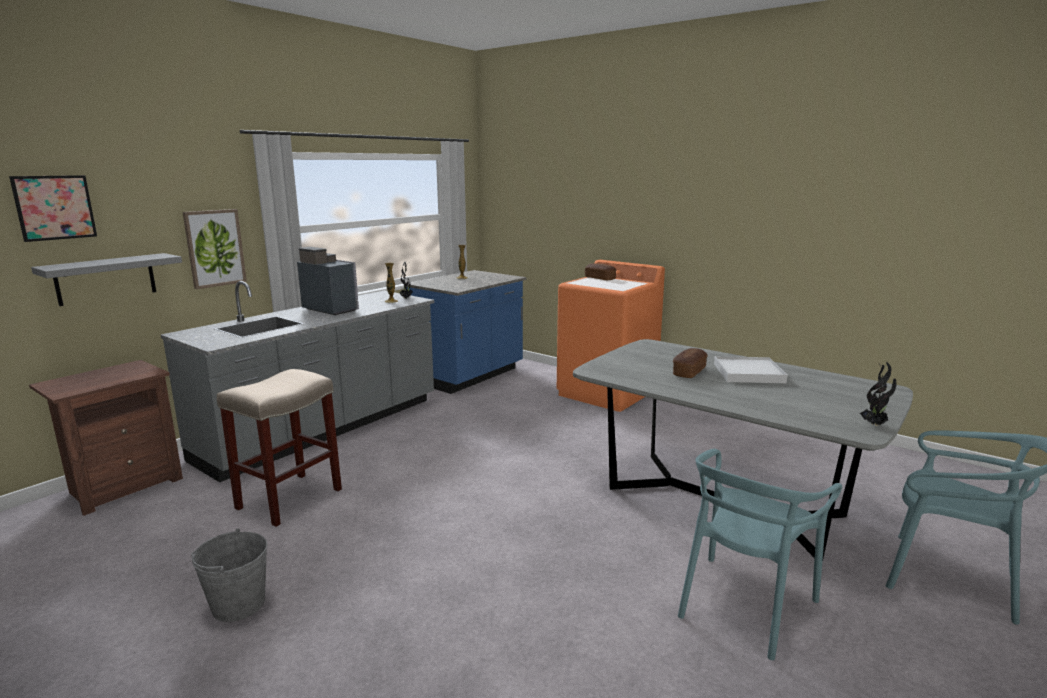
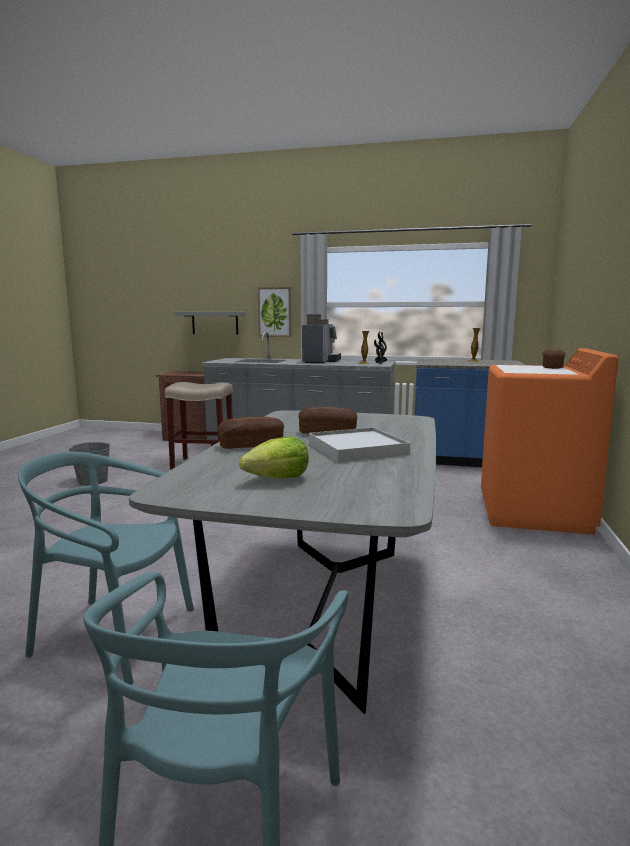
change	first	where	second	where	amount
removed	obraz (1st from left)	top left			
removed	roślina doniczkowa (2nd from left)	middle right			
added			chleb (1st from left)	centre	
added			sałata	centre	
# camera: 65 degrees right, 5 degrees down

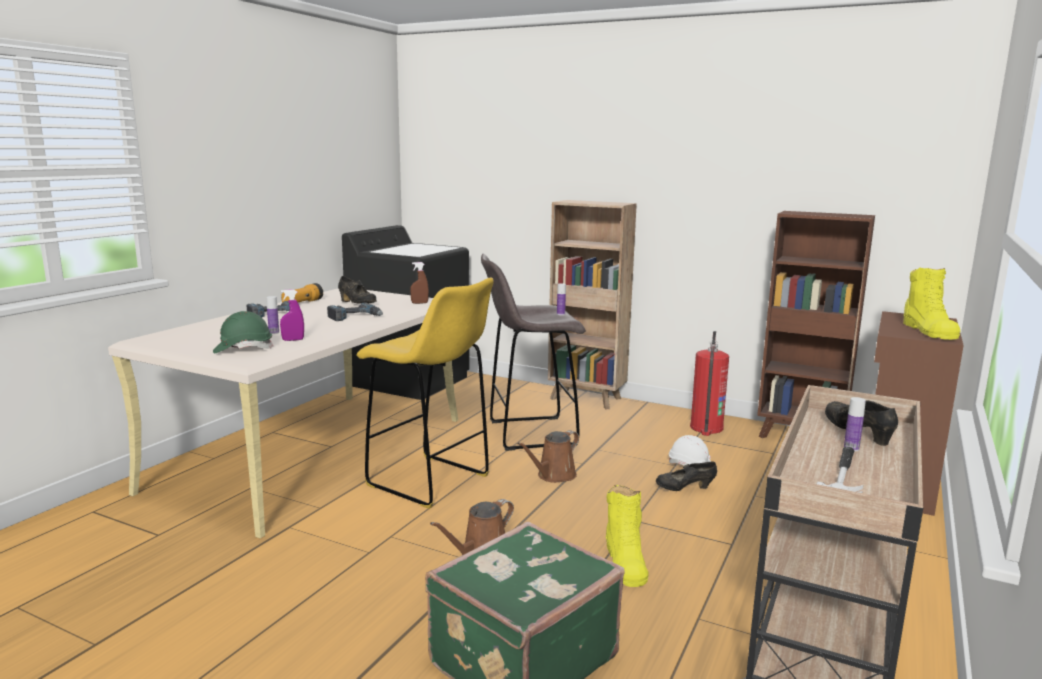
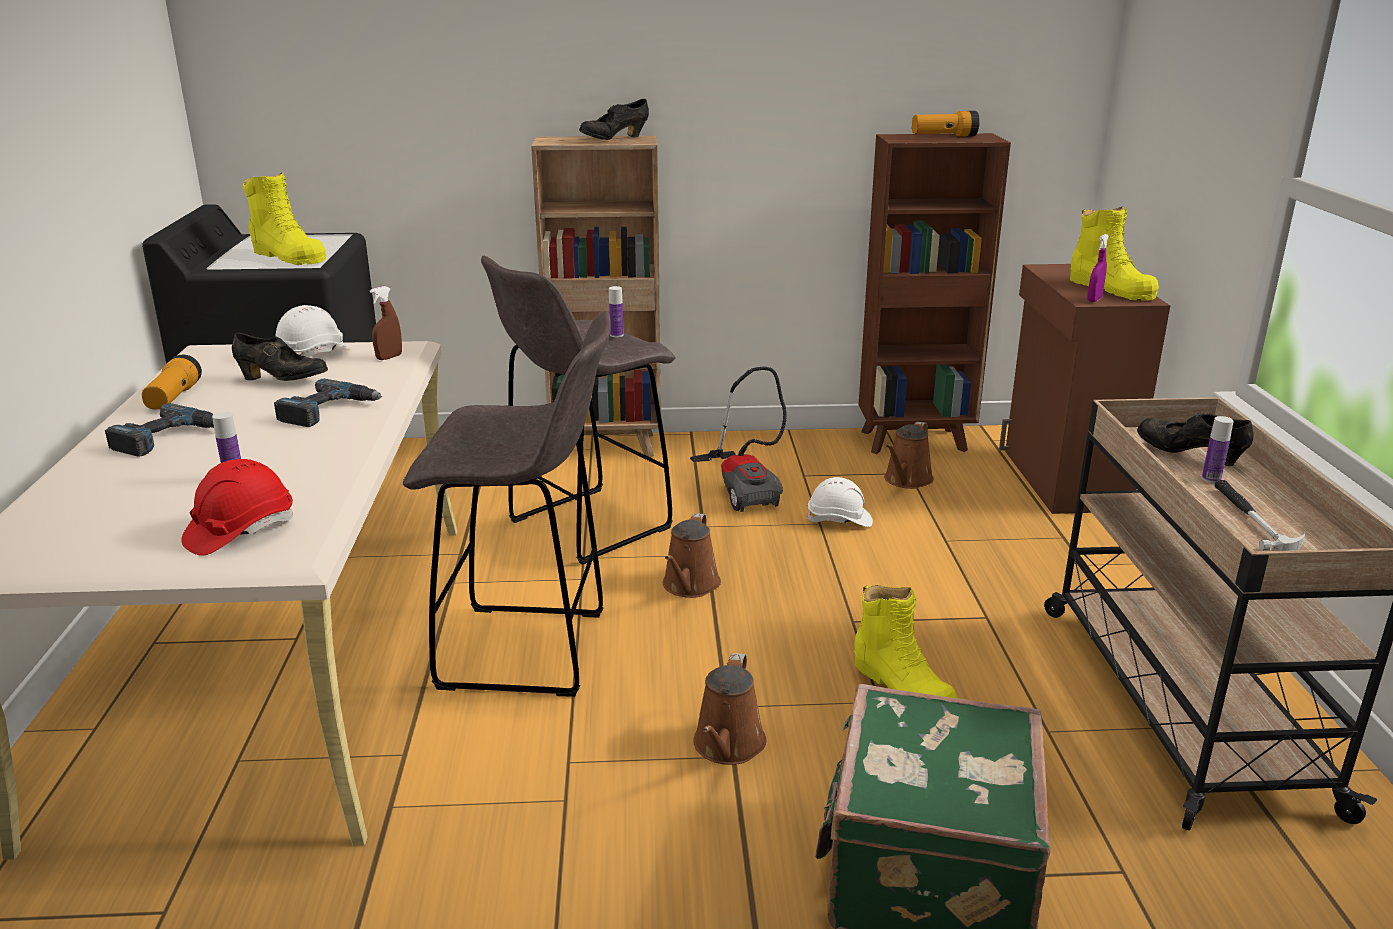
change	first	where	second	where	amount
removed	gaśnica	middle right			
added			but z cholewką/żółty (1st from left)	top left	
added			kask/biały (1st from left)	middle left	
added			odkurzacz	centre	
added			konewka/brązowy (3rd from left)	centre	
added			latarka (2nd from left)	top right	
moved	spryskiwacz/fioletowy	middle left		top right	
moved	but/czarny (2nd from left)	bottom centre		top centre	
recoloured	kask/zielony	middle left	kask/czerwony	middle left	
recoloured	stołek/żółty	centre	stołek/szary (1st from left)	centre	
# camera: 30 degrees left, 10 degrees up

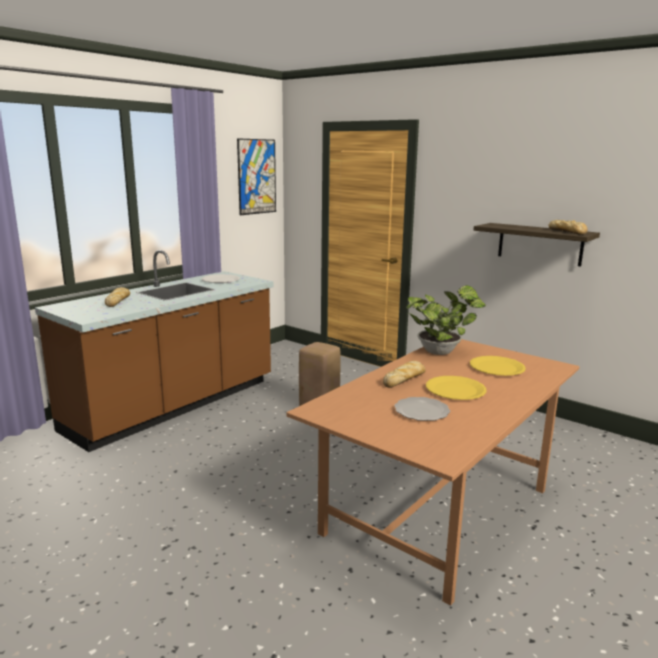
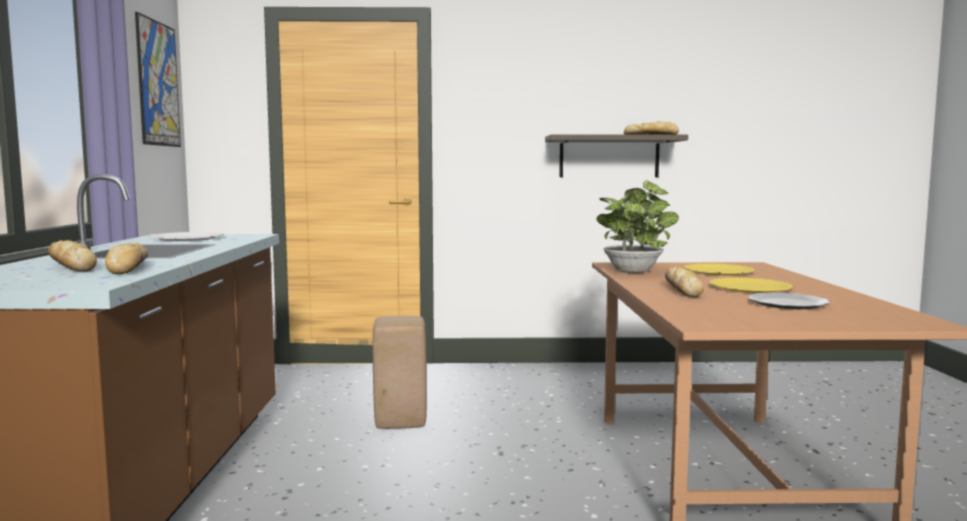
change	first	where	second	where	amount
added			chleb (2nd from left)	middle left	
# camera: 40 degrees left, 10 degrees down

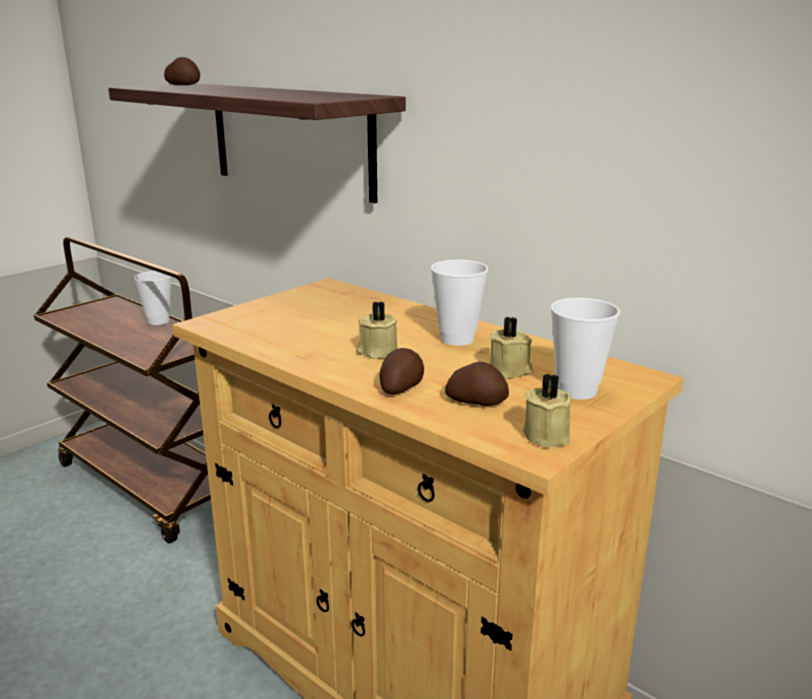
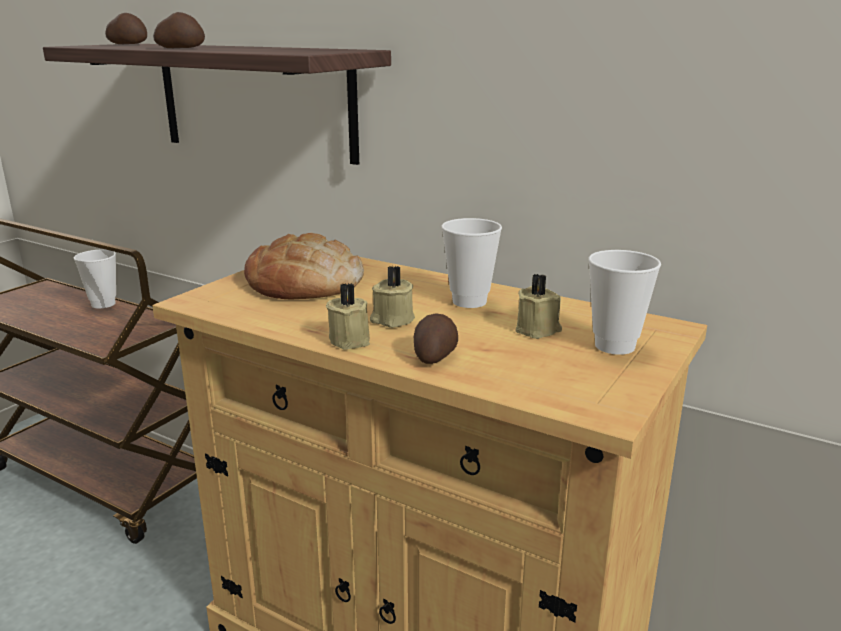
change	first	where	second	where	amount
added			chleb	centre	
moved	ziemniak (3rd from left in the first image)	centre	ziemniak (2nd from left)	top left	
moved	świeca/beżowy (3rd from left in the first image)	middle right	świeca/beżowy (1st from left)	centre	
# camera: 10 degrees left, 0 degrees up

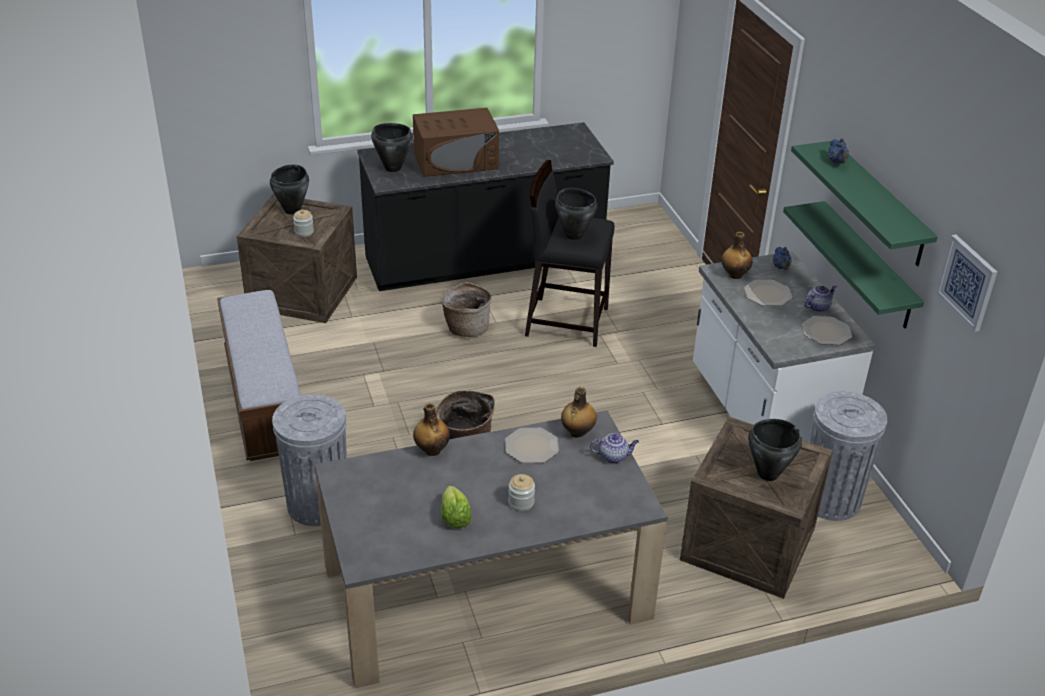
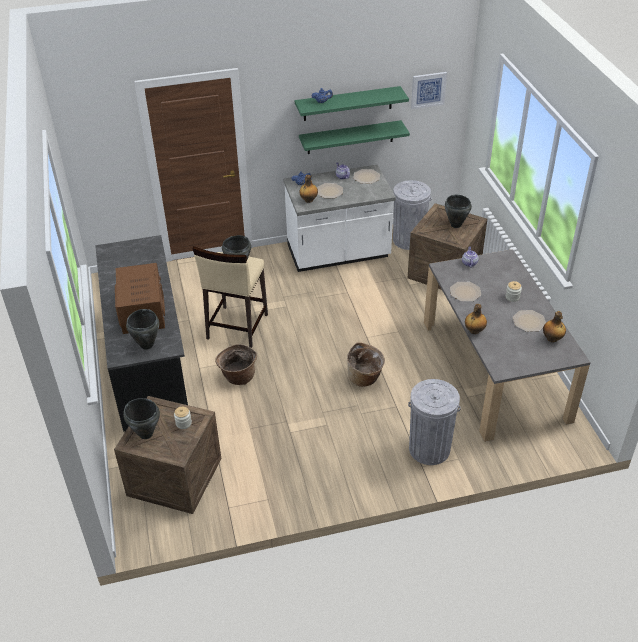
change	first	where	second	where	amount
removed	ławka	middle left			
moved	butelka (2nd from left in the first image)	centre	butelka (3rd from left)	middle right	
replaced	sałata	bottom centre	talerz (4th from left)	middle right	
recoloured	stołek/czarny	centre	stołek/beżowy	centre	
# camera: 85 degrees left, 5 degrees up

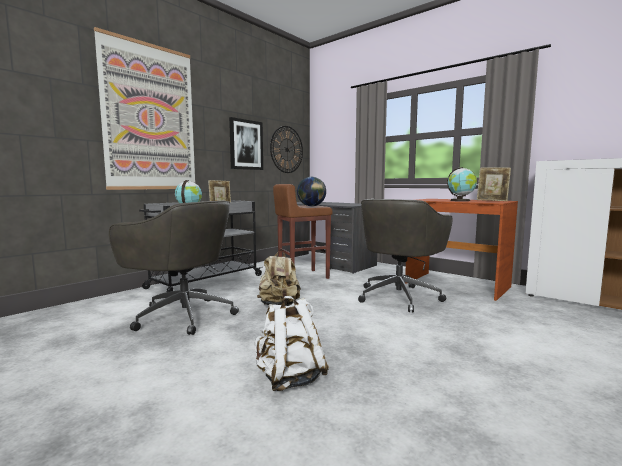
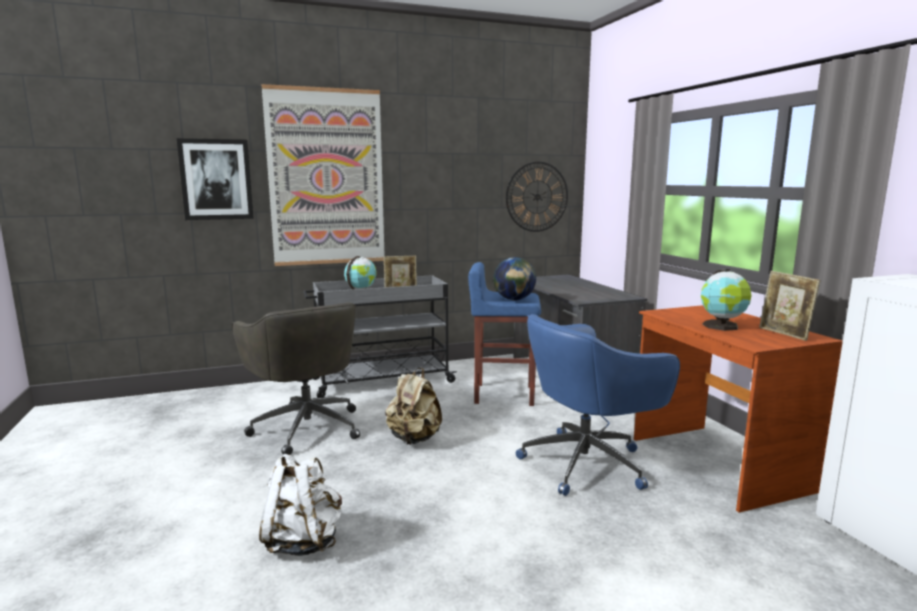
change	first	where	second	where	amount
moved	obraz (2nd from left in the first image)	top centre	obraz (1st from left)	top left	
recoloured	stołek/brązowy	centre	stołek/niebieski	centre	
recoloured	krzesło biurowe/szary (2nd from left)	centre	krzesło biurowe/niebieski	centre	
# camera: 30 degrees right, 5 degrees up

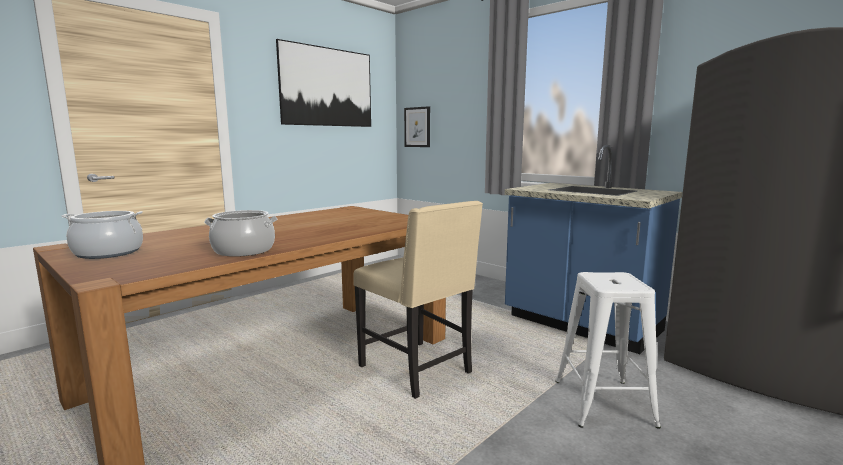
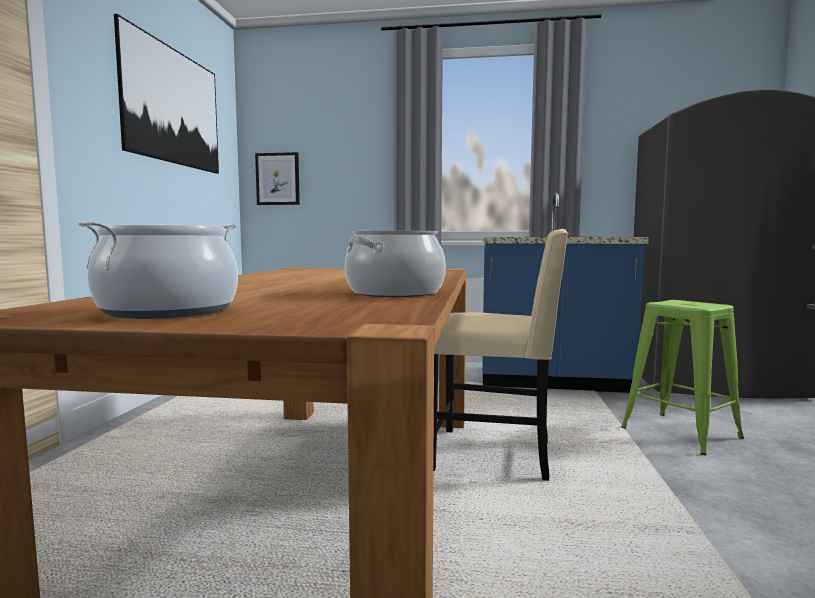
change	first	where	second	where	amount
recoloured	stołek/biały	bottom right	stołek/zielony	middle right	
# camera: 35 degrees left, 5 degrees down

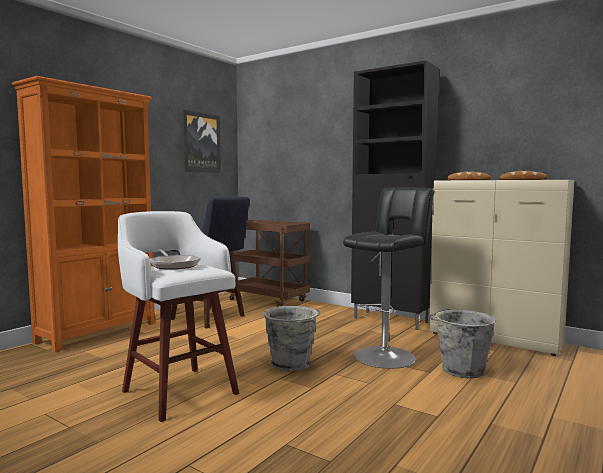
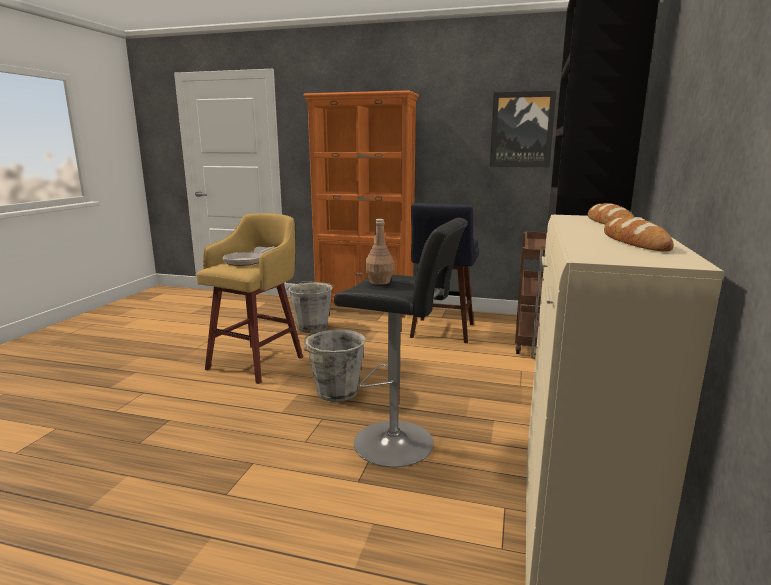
change	first	where	second	where	amount
added			butelka/brązowy	centre	
moved	wiadro/szary (2nd from left in the first image)	bottom right	wiadro/szary (1st from left)	centre	
recoloured	stołek/biały	bottom left	stołek/żółty	middle left	
# camera: 70 degrees right, 10 degrees up

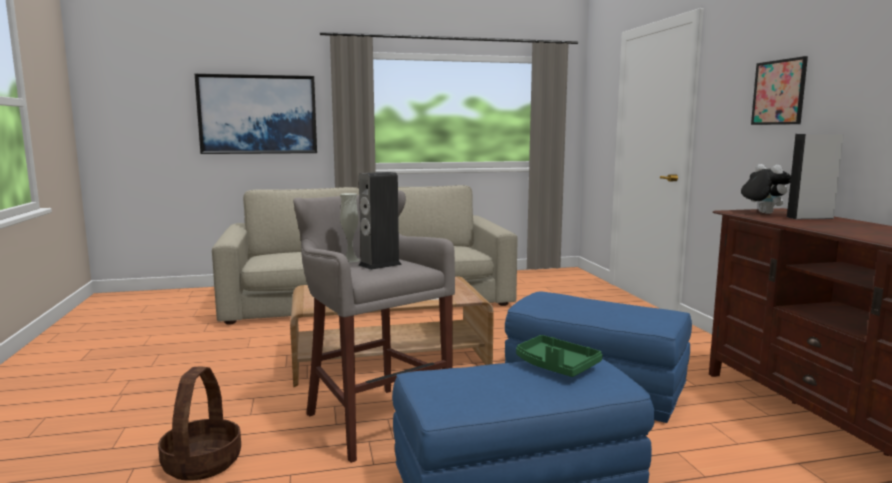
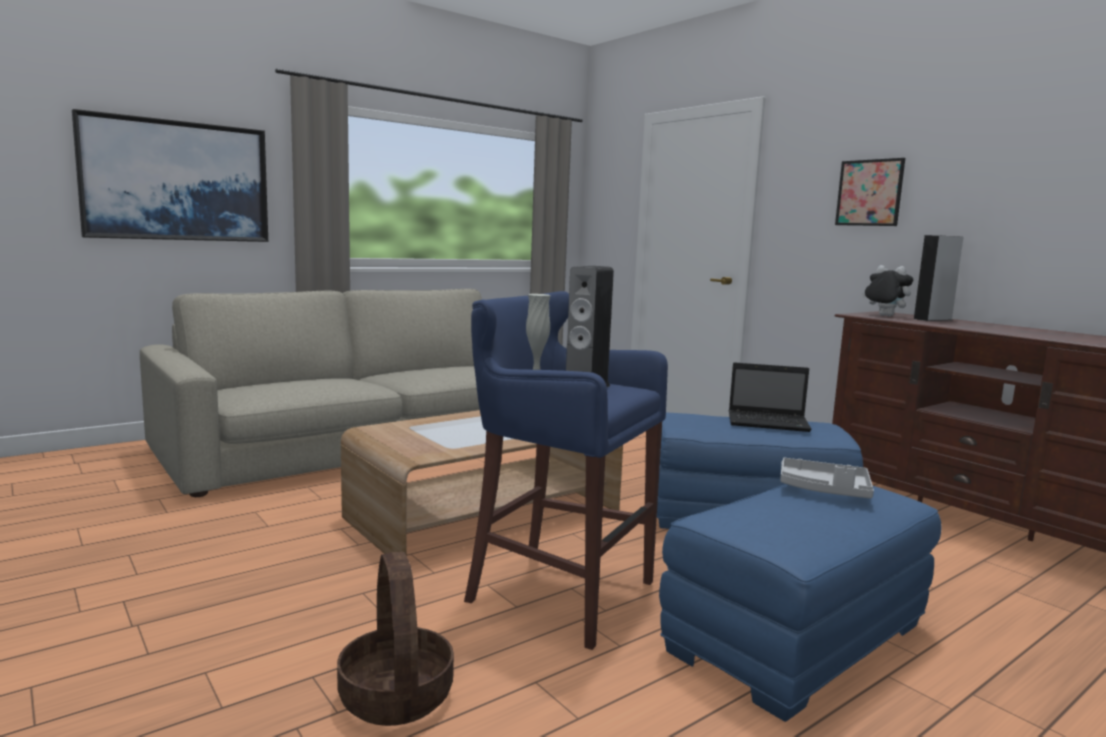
change	first	where	second	where	amount
added			laptop	middle right	
recoloured	stołek/szary	bottom centre	stołek/niebieski	centre	
recoloured	taca/zielony	bottom centre	taca/szary	middle right	
# camera: 25 degrees left, 0 degrees up

